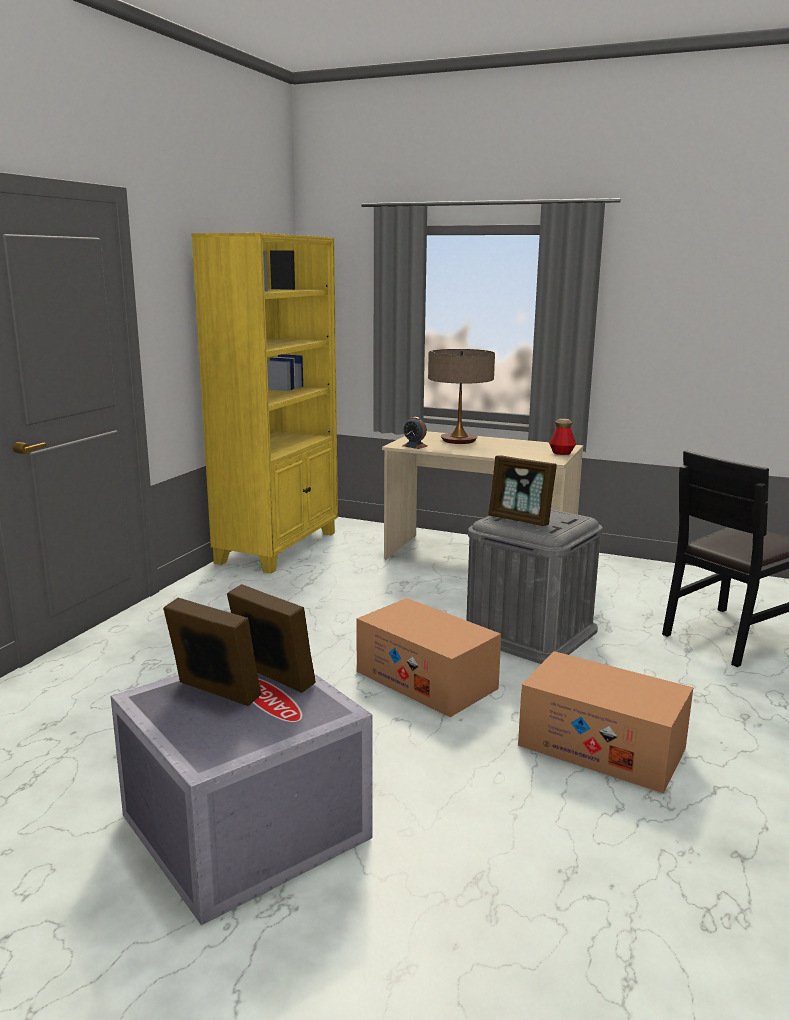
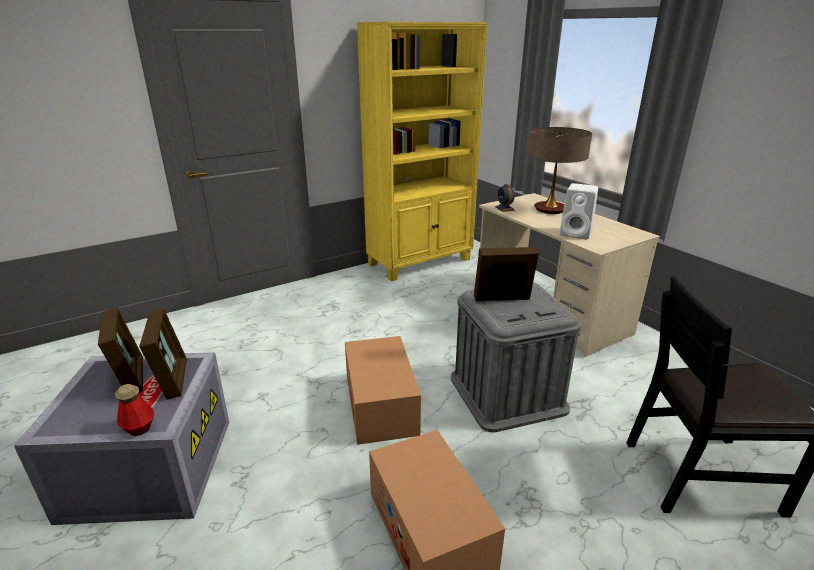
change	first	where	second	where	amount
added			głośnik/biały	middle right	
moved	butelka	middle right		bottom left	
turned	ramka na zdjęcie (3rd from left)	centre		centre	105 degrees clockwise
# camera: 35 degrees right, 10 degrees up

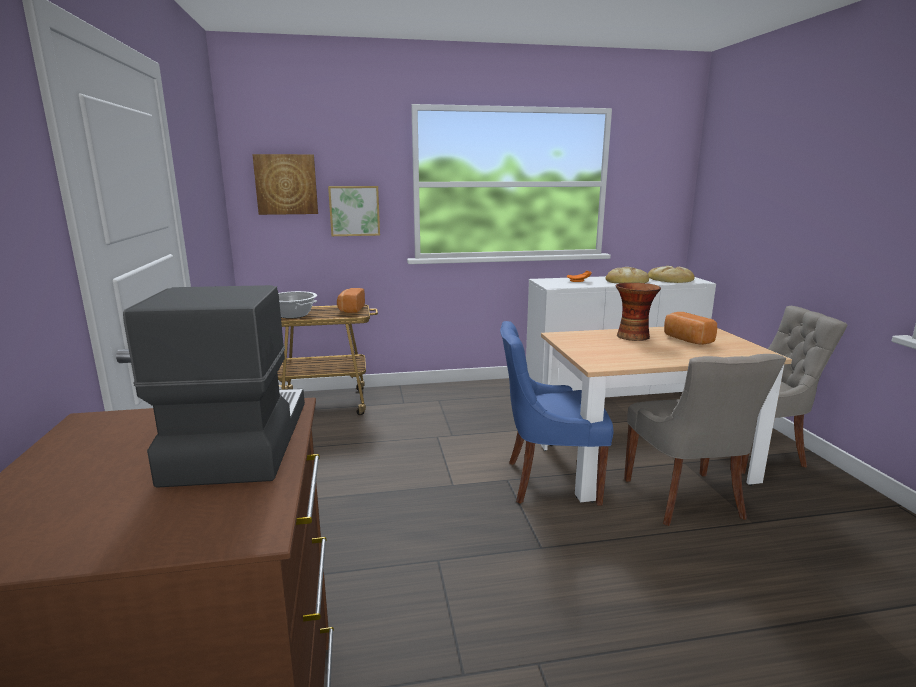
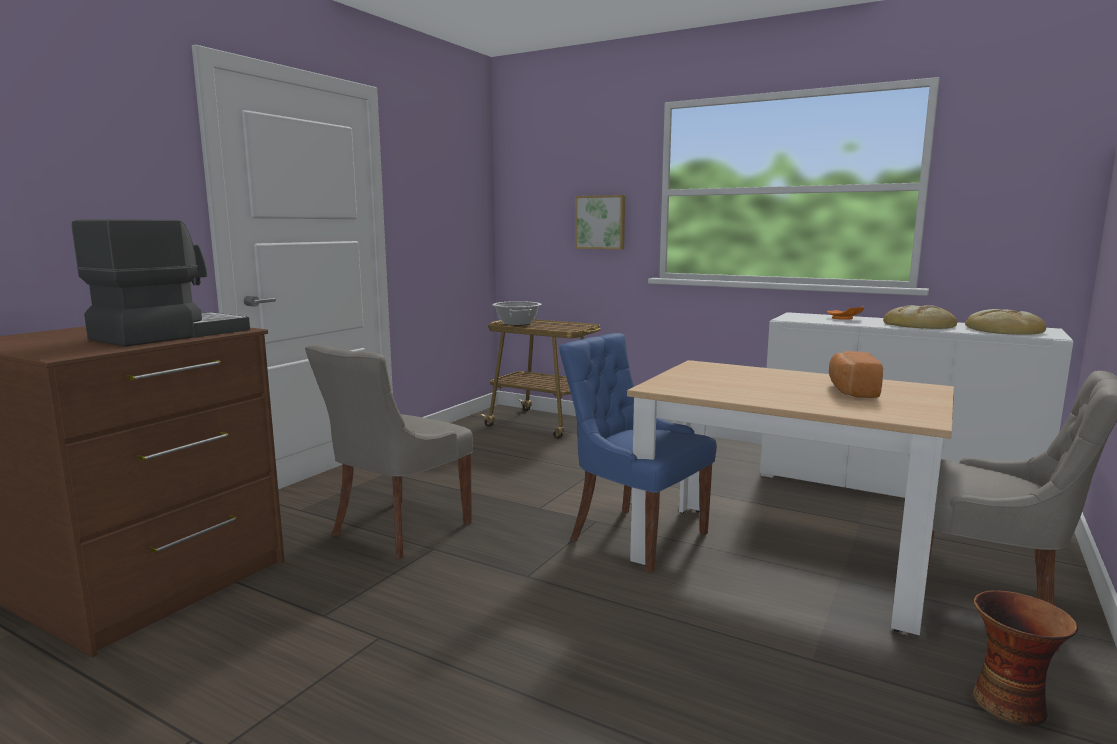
change	first	where	second	where	amount
removed	obraz (1st from left)	top left			
removed	chleb (1st from left)	centre			
moved	wazon	middle right		bottom right	
moved	krzesło/szary (1st from left)	middle right		centre	
# camera: 40 degrees right, 5 degrees down

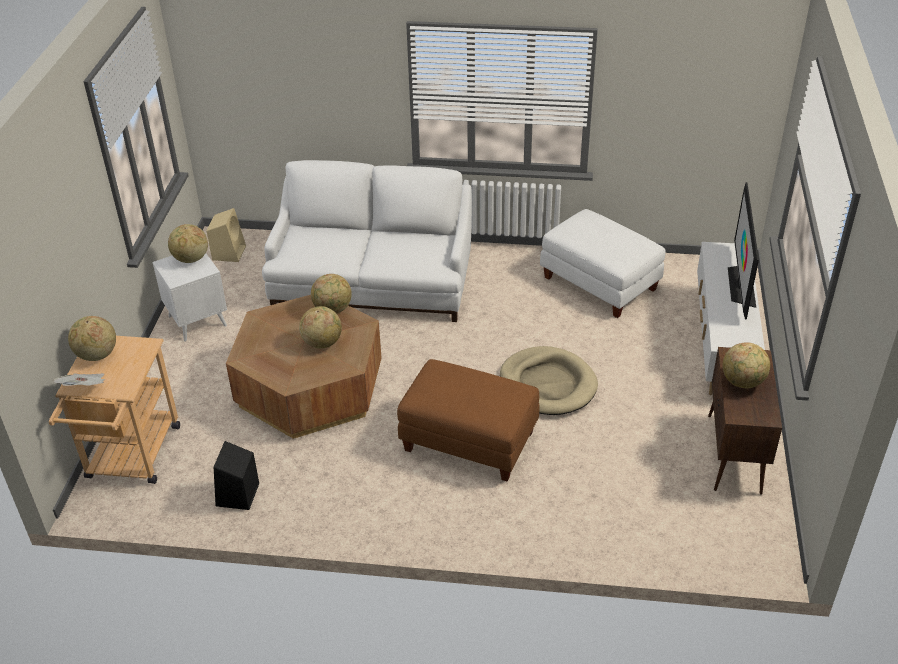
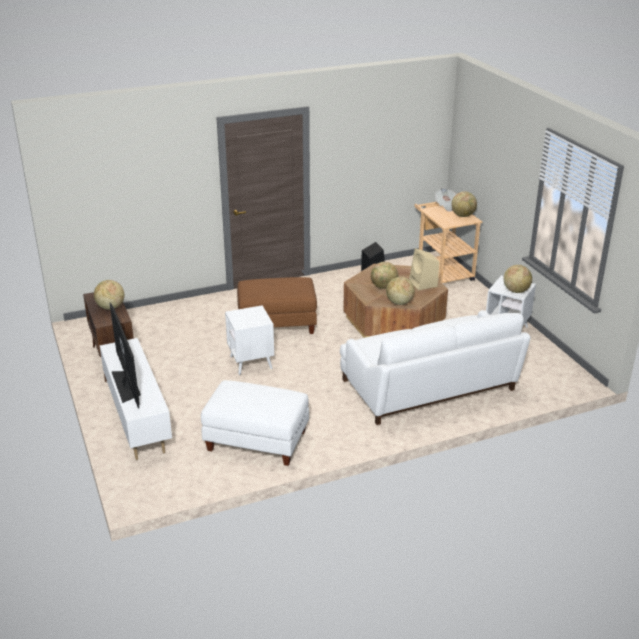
change	first	where	second	where	amount
moved	głośnik/beżowy	middle left		centre	
replaced	legowisko/beżowy	centre	stolik/biały (1st from left)	centre	
# camera: 150 degrees right, 10 degrees down

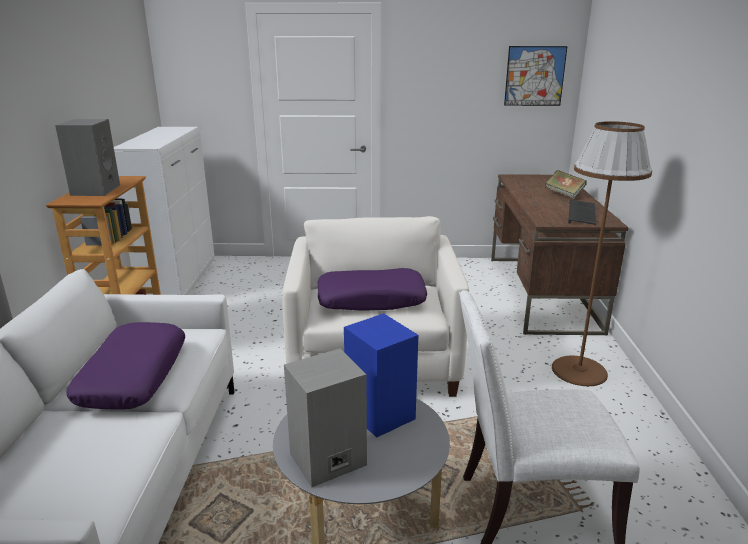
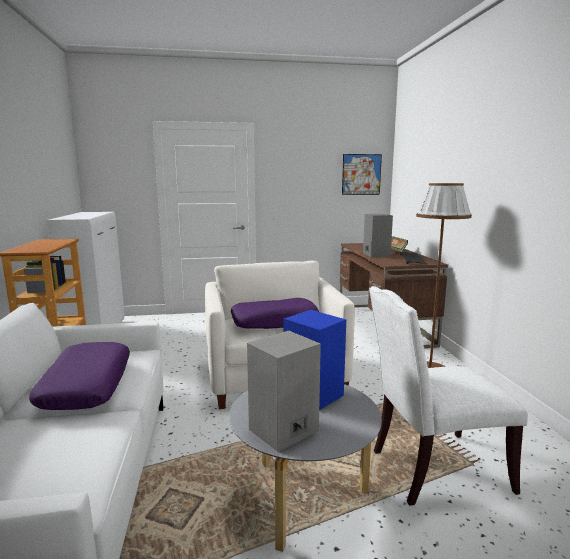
change	first	where	second	where	amount
moved	głośnik/szary (1st from left in the first image)	top left	głośnik/szary (2nd from left)	centre	
# camera: 10 degrees left, 10 degrees down

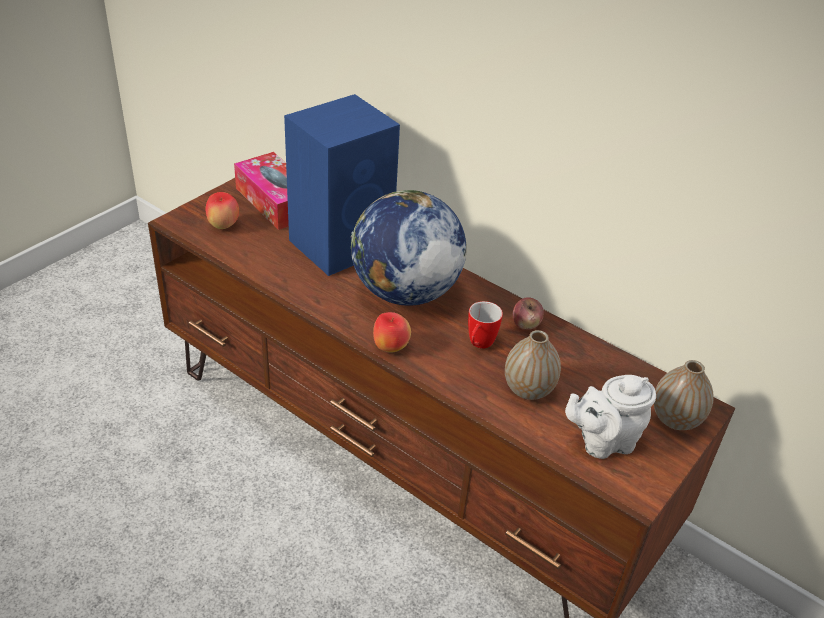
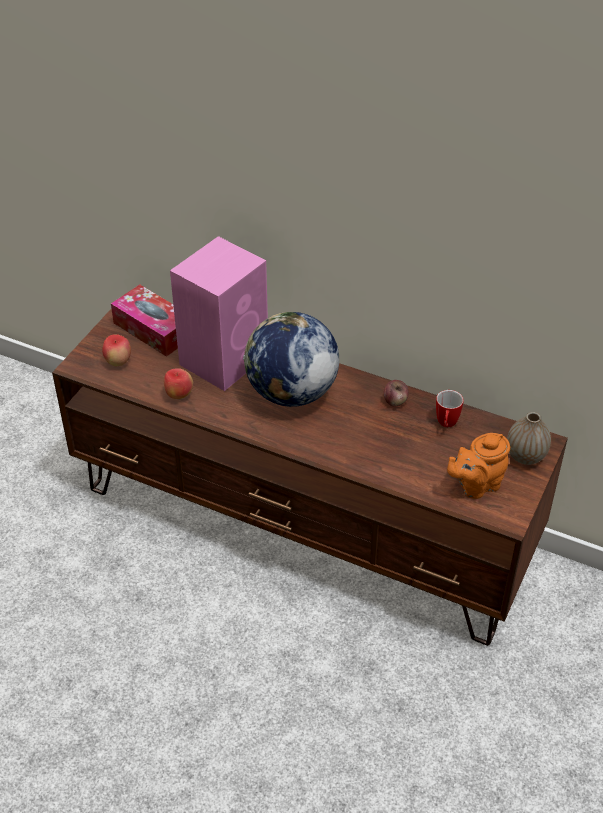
change	first	where	second	where	amount
removed	wazon (1st from left)	centre			
moved	jabłko (2nd from left)	centre		middle left	
moved	kubek	centre		middle right	
recoloured	głośnik/niebieski	top centre	głośnik/różowy	centre	
recoloured	imbryk/biały	bottom right	imbryk/pomarańczowy	middle right	
# camera: 10 degrees left, 5 degrees up

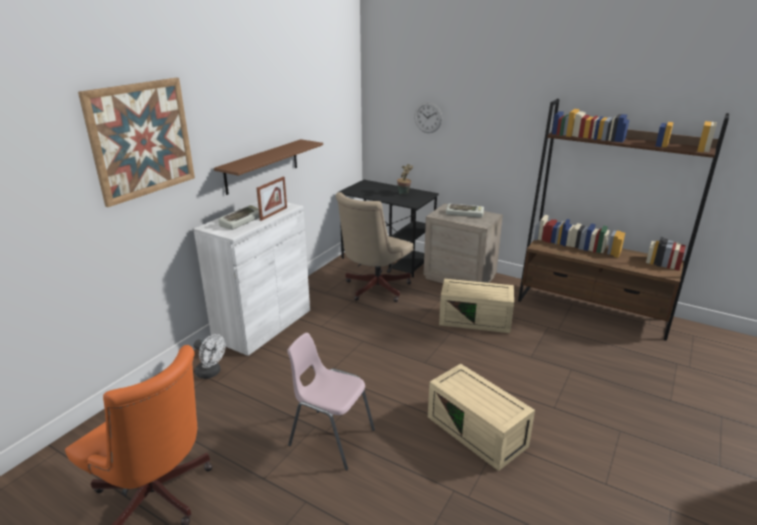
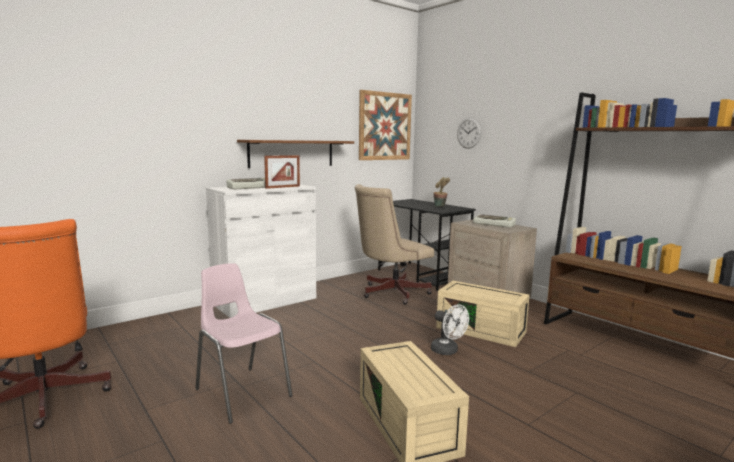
change	first	where	second	where	amount
moved	obraz	top left		top centre	
moved	wentylator/biały	bottom left		bottom centre	
# camera: 20 degrees right, 15 degrees down

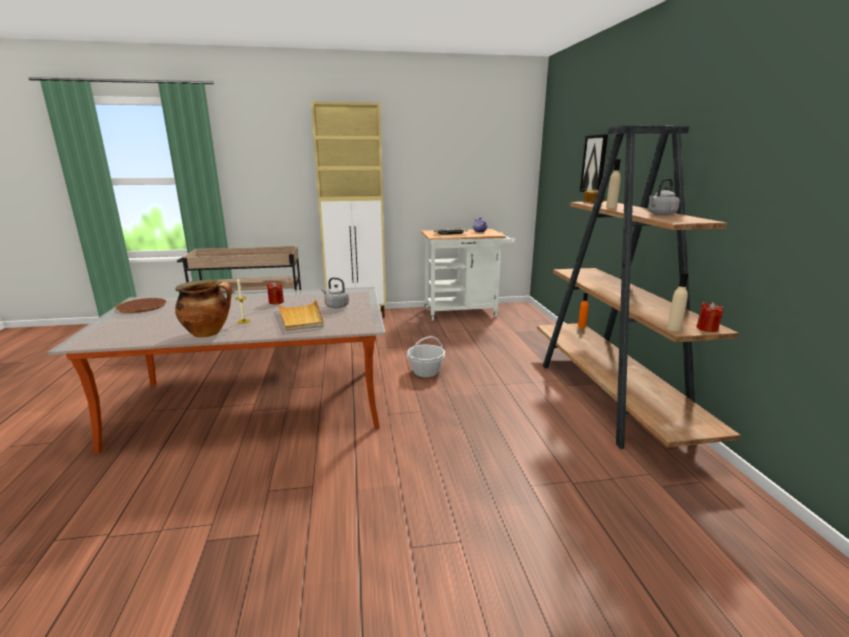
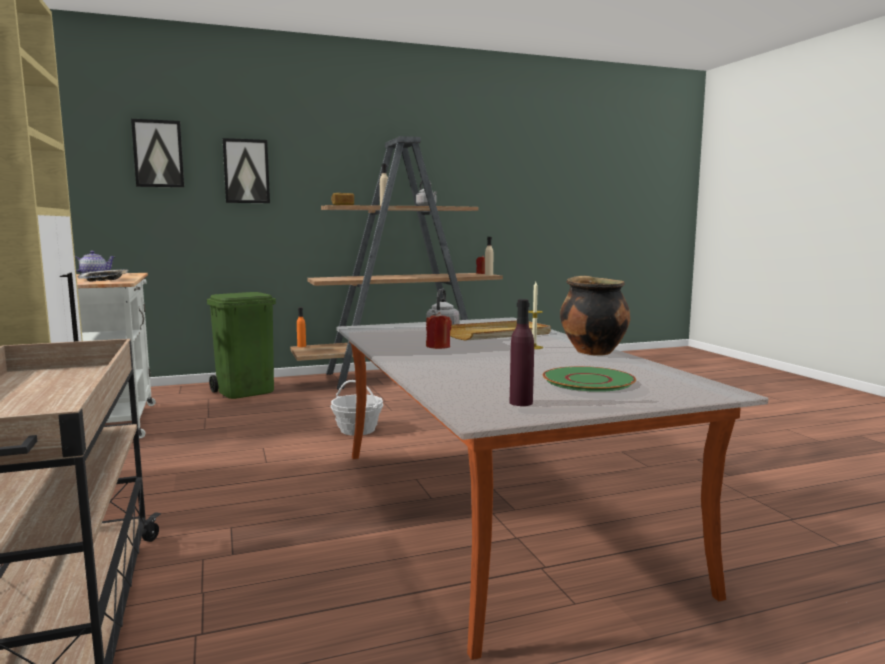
change	first	where	second	where	amount
added			obraz (1st from left)	top left	
added			kosz na śmieci/zielony	middle left	
added			talerz/zielony	centre	
replaced	talerz/brązowy	middle left	butelka/fioletowy	centre	
# camera: 100 degrees left, 10 degrees down

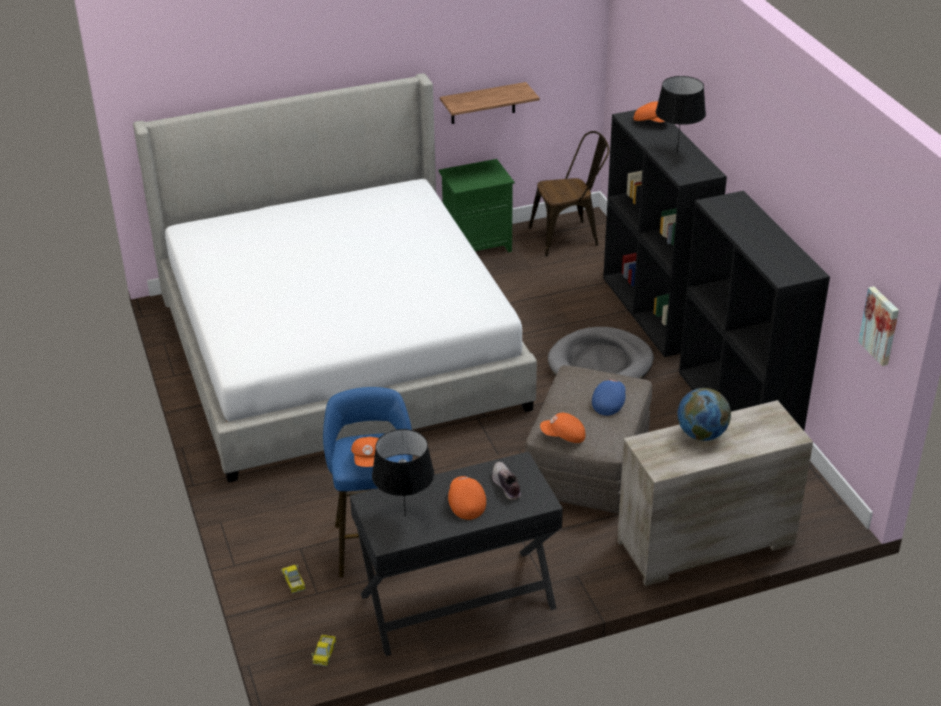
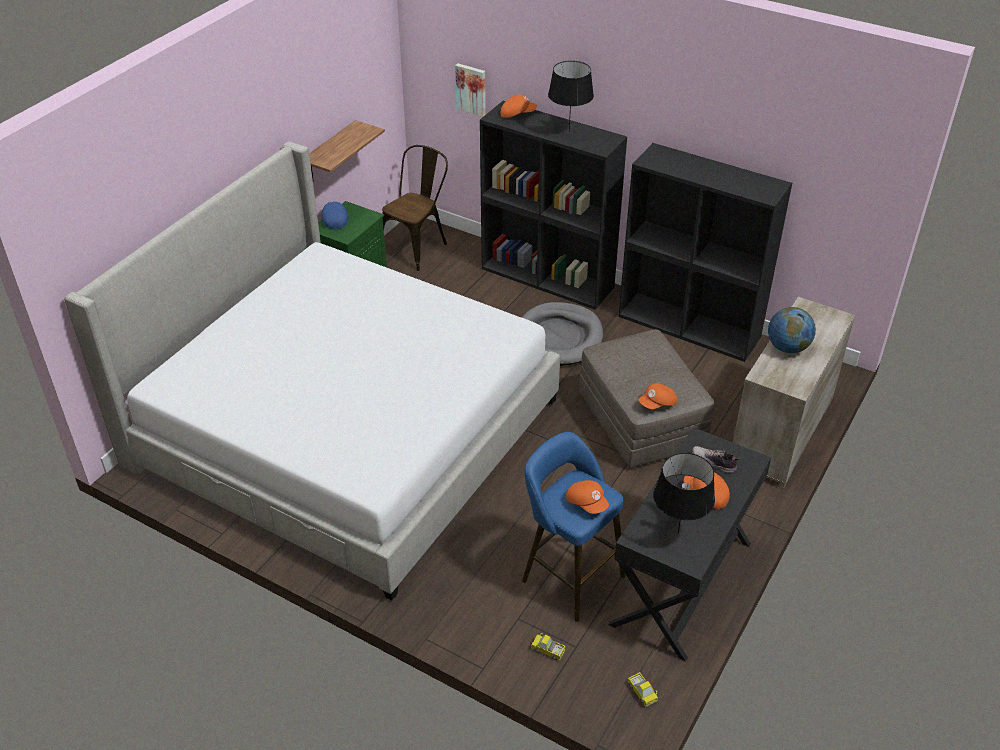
change	first	where	second	where	amount
moved	czapka z daszkiem/niebieski	centre		top centre	
moved	obraz	middle right		top centre	
# camera: 40 degrees left, 5 degrees up

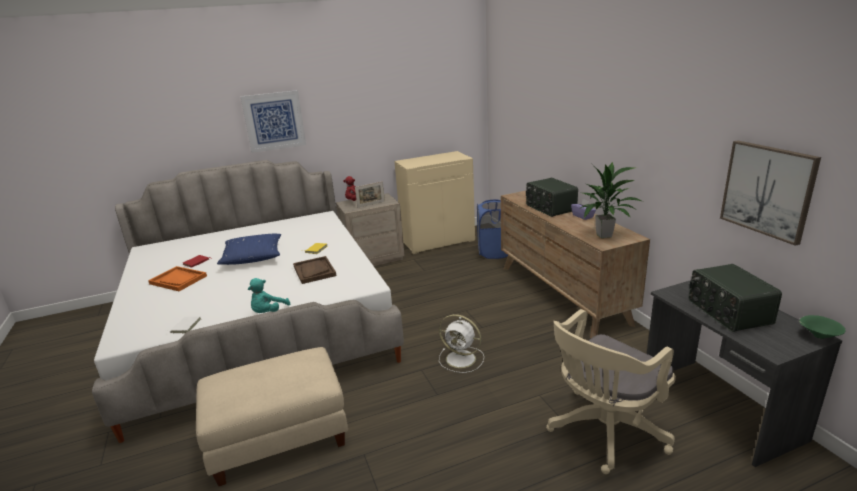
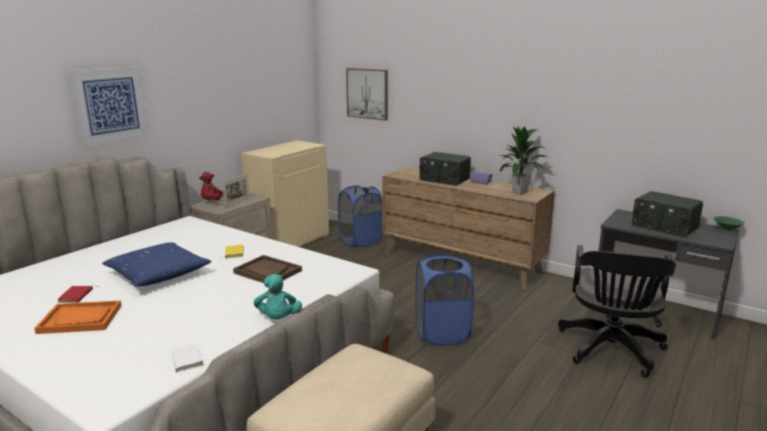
change	first	where	second	where	amount
moved	obraz (2nd from left)	middle right		top centre	
replaced	wentylator/biały	bottom centre	kosz na pranie/niebieski (2nd from left)	bottom centre	
recoloured	krzesło biurowe/beżowy	bottom right	krzesło biurowe/czarny	bottom right	
# camera: 35 degrees left, 5 degrees down

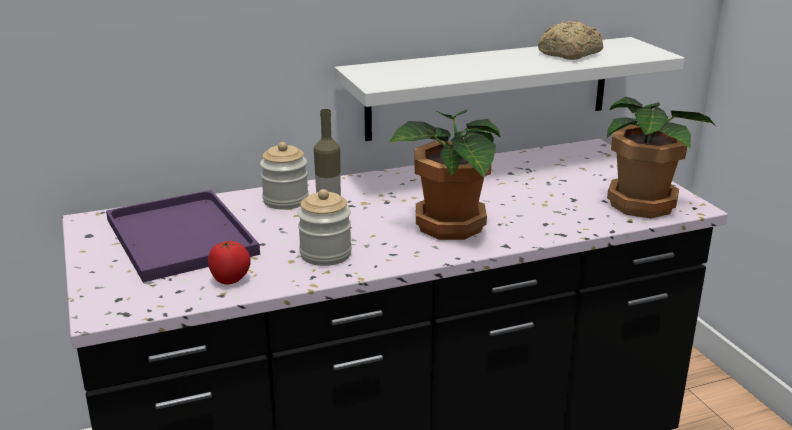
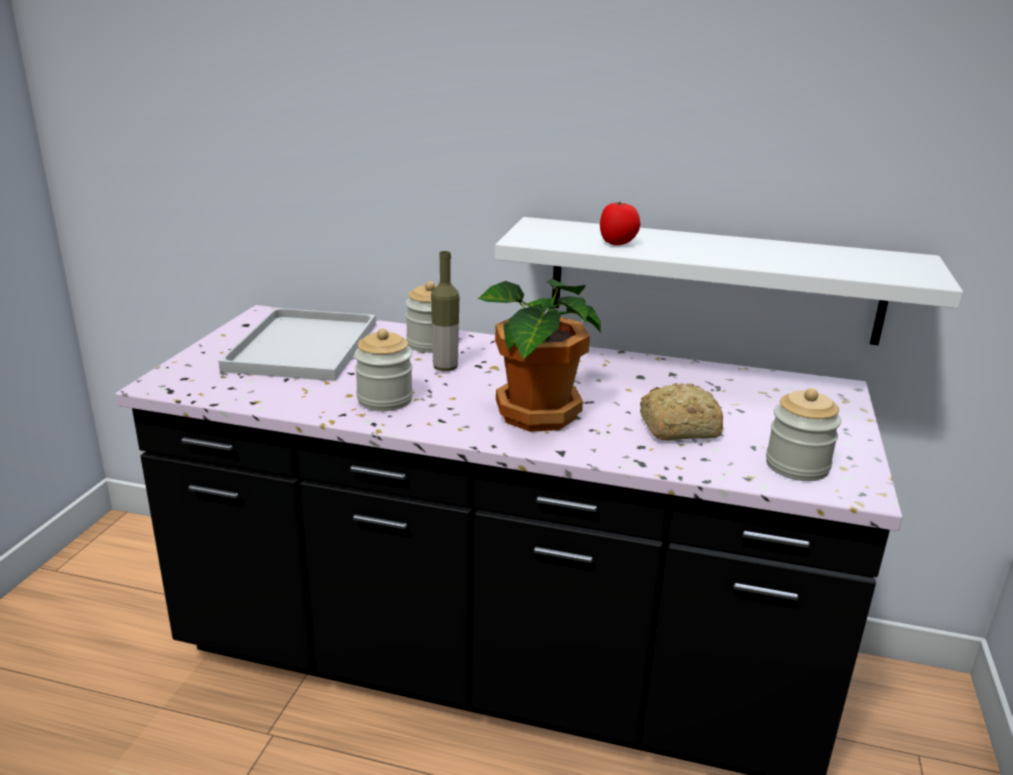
change	first	where	second	where	amount
moved	pomidor	middle left		top centre	
moved	chleb	top right		middle right	
replaced	roślina doniczkowa (2nd from left)	middle right	słoik (3rd from left)	middle right	
recoloured	taca/fioletowy	middle left	taca/biały	middle left	
# camera: 35 degrees right, 0 degrees up

